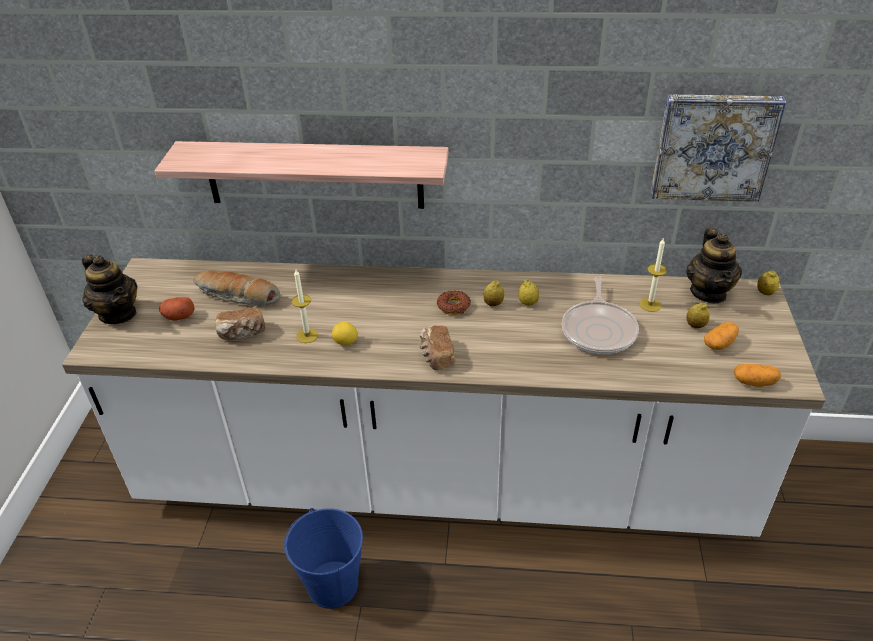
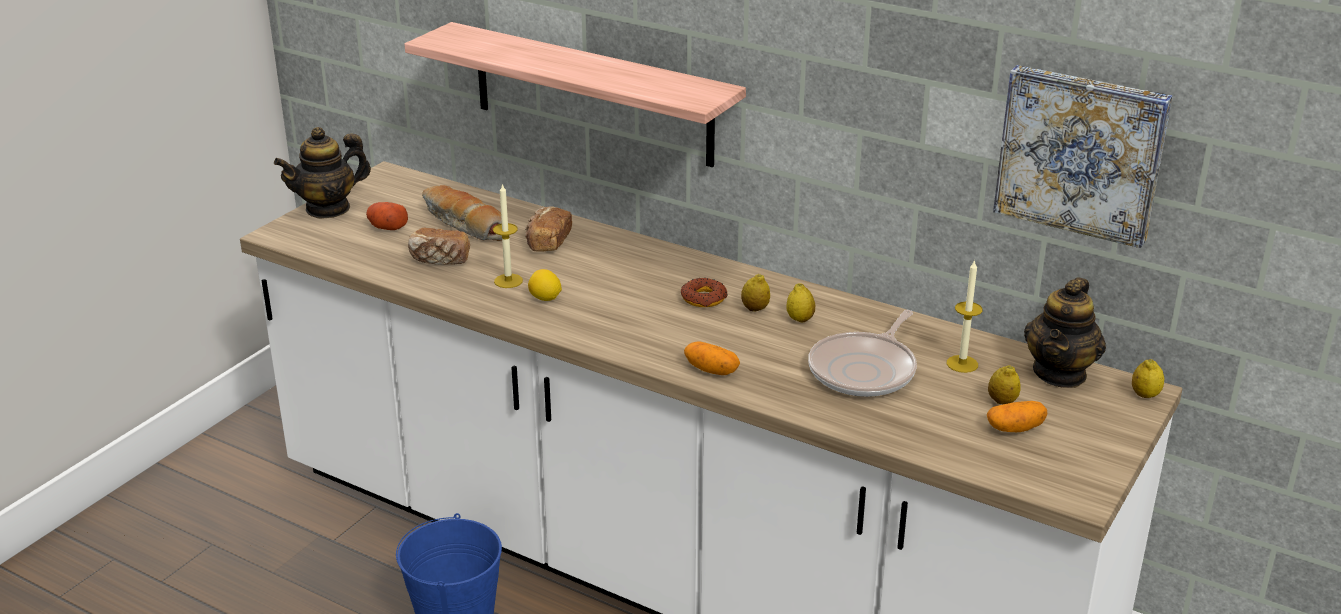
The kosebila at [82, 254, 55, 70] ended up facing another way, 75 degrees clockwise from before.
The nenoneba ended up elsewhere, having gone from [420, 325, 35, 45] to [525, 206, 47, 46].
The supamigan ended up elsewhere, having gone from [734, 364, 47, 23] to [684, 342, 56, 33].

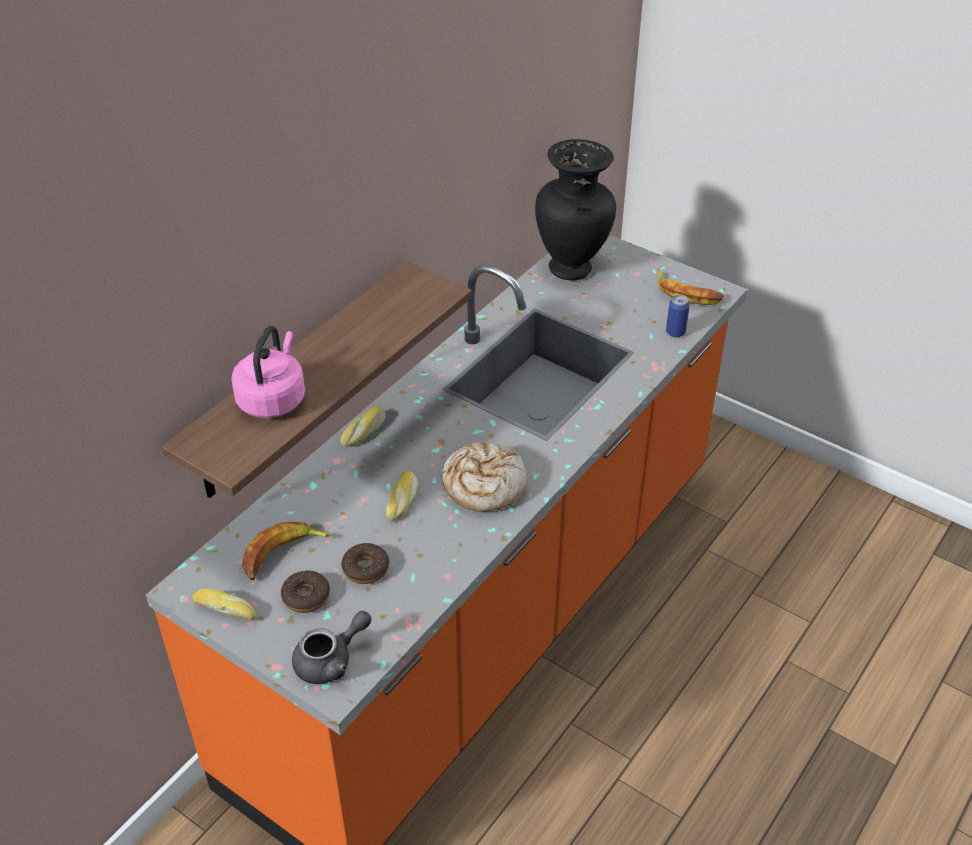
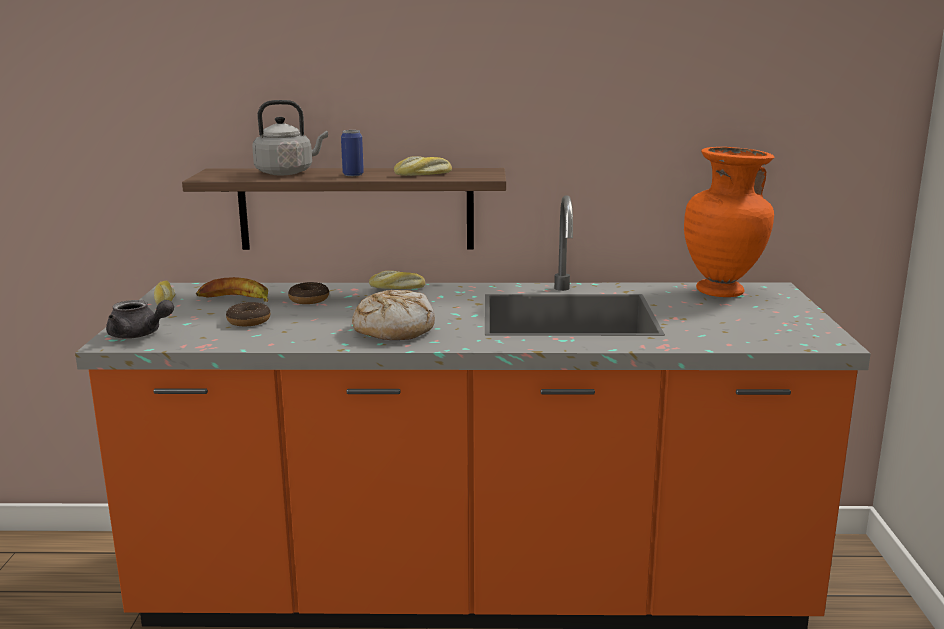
What was the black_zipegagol at [535, 139, 81, 142] turned into the orange_zipegagol at [684, 147, 90, 150].
The second view lost the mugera at [657, 269, 67, 36].
The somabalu ended up elsewhere, having gone from [666, 294, 24, 44] to [341, 130, 23, 46].
What was the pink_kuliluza at [231, 326, 74, 92] turned into the grey_kuliluza at [252, 100, 76, 75].
The nenoneba ended up elsewhere, having gone from [386, 471, 32, 50] to [394, 156, 58, 20].
The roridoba ended up elsewhere, having gone from [281, 571, 49, 42] to [288, 282, 41, 22].

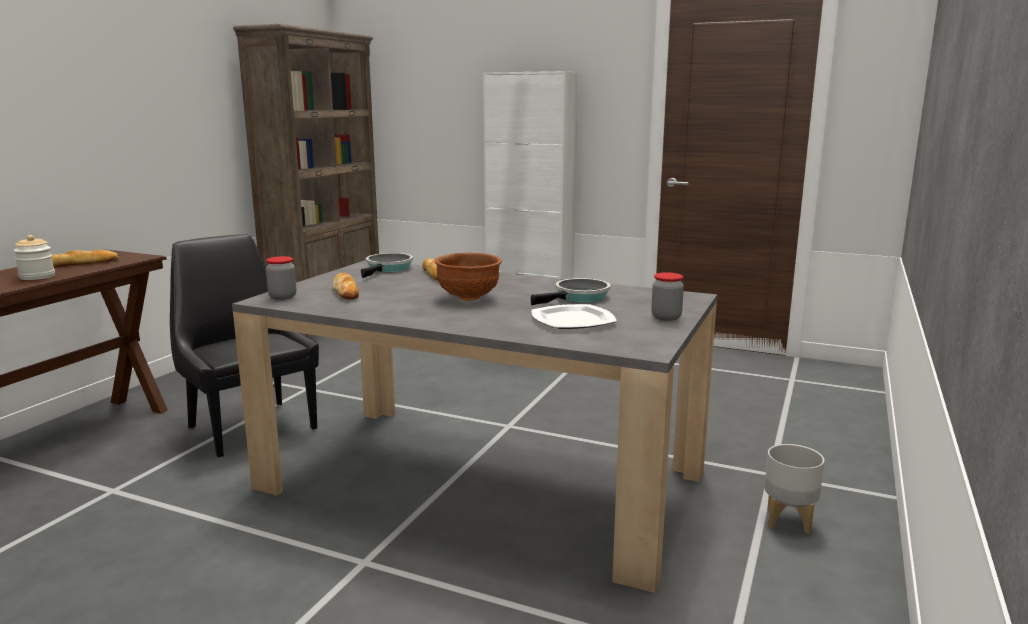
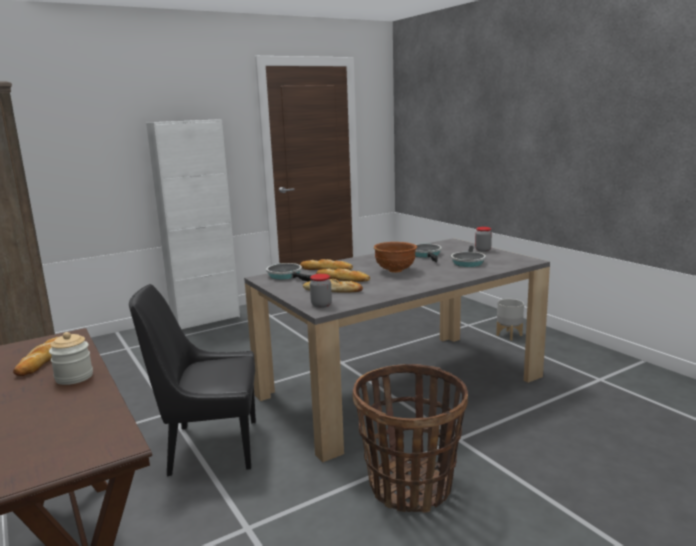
Where the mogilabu stood at [531, 304, 86, 25], the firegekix came to stand at [451, 246, 35, 21].
The second view gained the nenoneba at [316, 268, 54, 14].
The second view gained the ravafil at [353, 364, 115, 149].

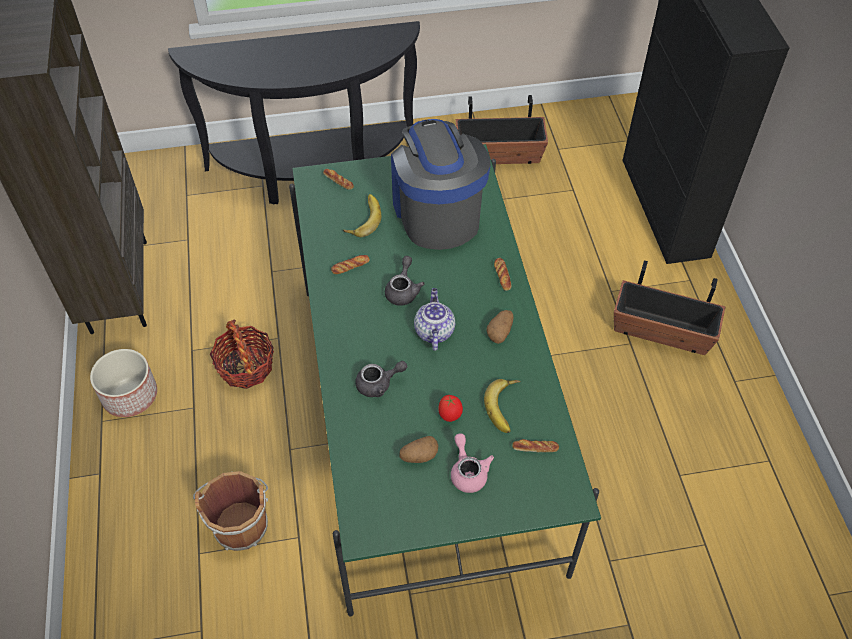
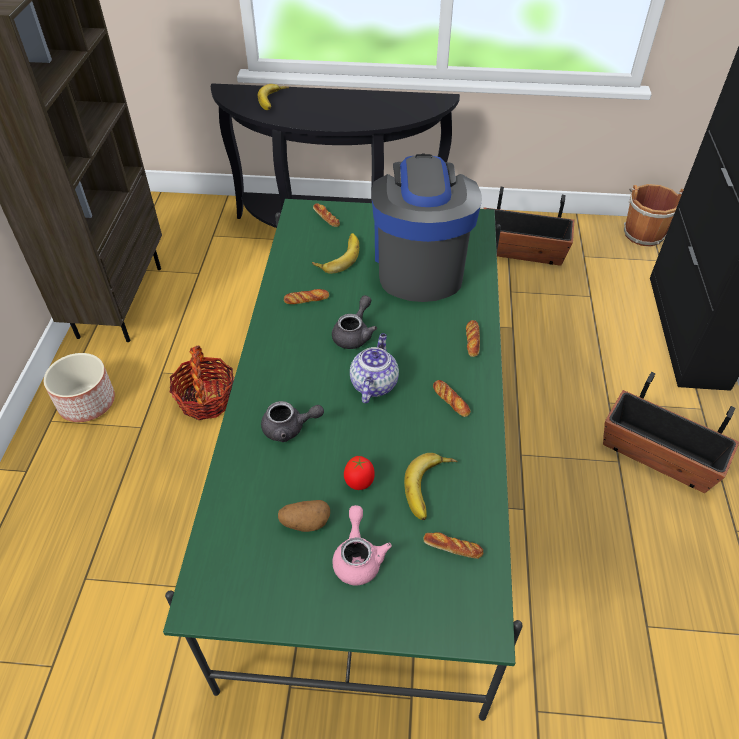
Where the supamigan stood at [486, 310, 27, 34], the nenoneba came to stand at [433, 380, 38, 37].
The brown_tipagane ended up elsewhere, having gone from [193, 471, 75, 80] to [624, 184, 60, 63].
The second view gained the mugera at [258, 84, 31, 26].

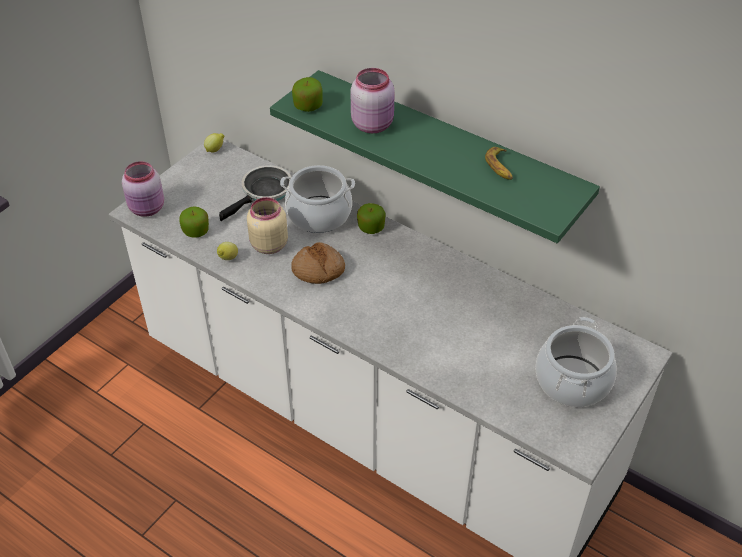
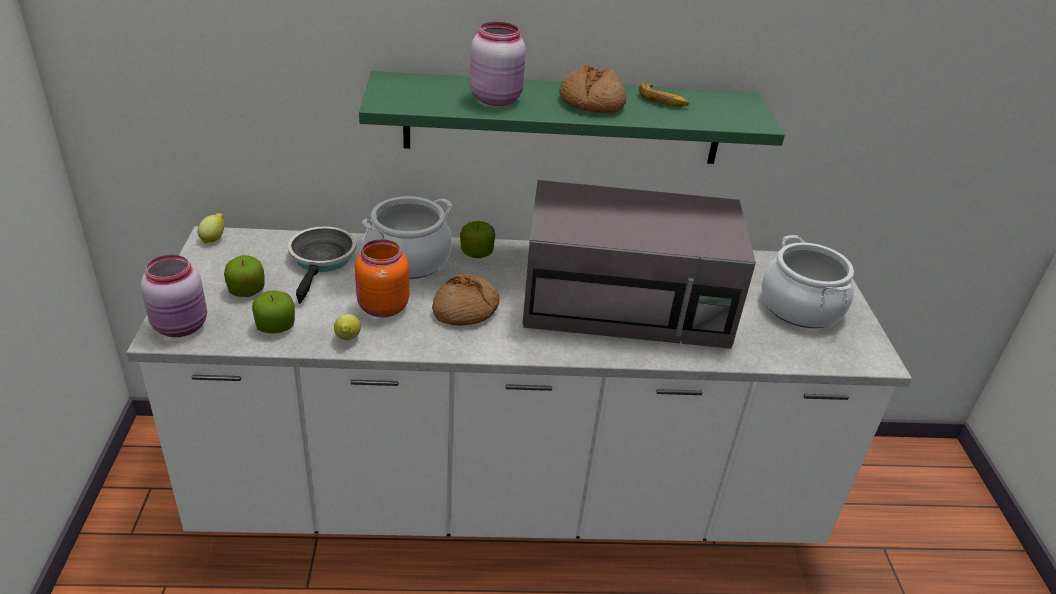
The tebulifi ended up elsewhere, having gone from [292, 77, 31, 35] to [224, 255, 41, 42].
What was the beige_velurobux at [247, 197, 41, 57] turned into the orange_velurobux at [355, 239, 54, 79].
The second view gained the nenoneba at [559, 65, 67, 49].
The second view gained the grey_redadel at [523, 180, 233, 169].

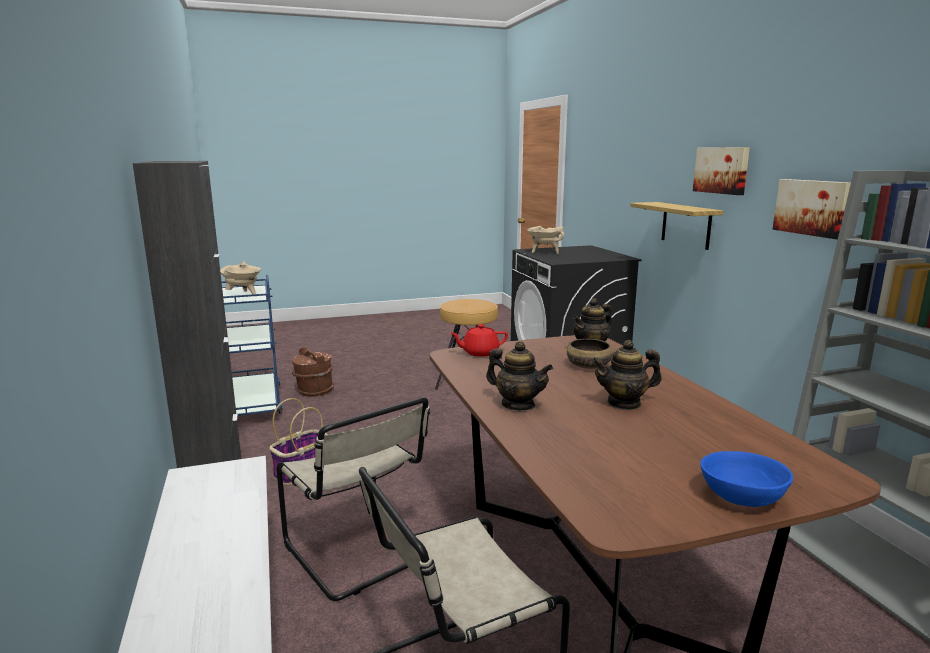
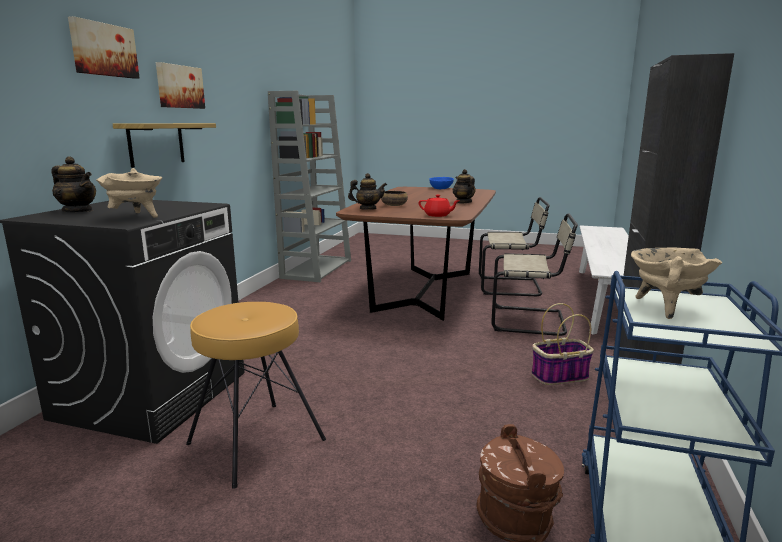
The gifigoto ended up elsewhere, having gone from [772, 179, 79, 61] to [68, 16, 72, 63].
The kosebila ended up elsewhere, having gone from [592, 340, 70, 70] to [52, 156, 44, 56].
The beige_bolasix at [276, 397, 154, 204] ended up facing another way, 105 degrees clockwise from before.

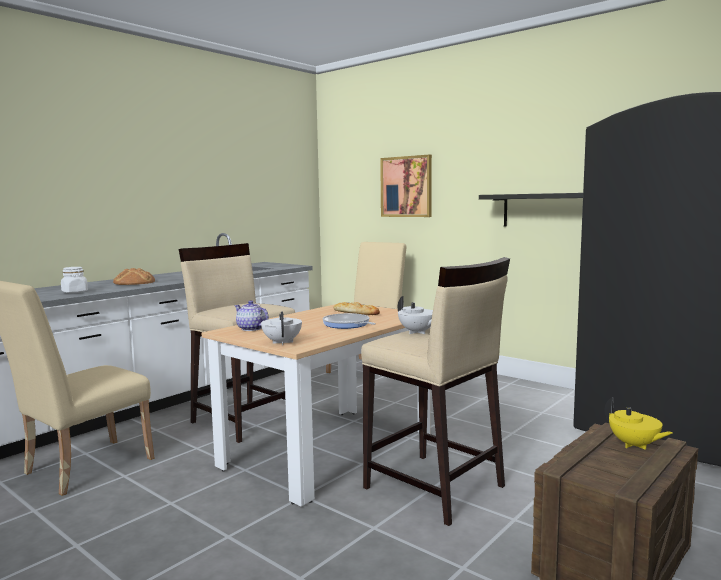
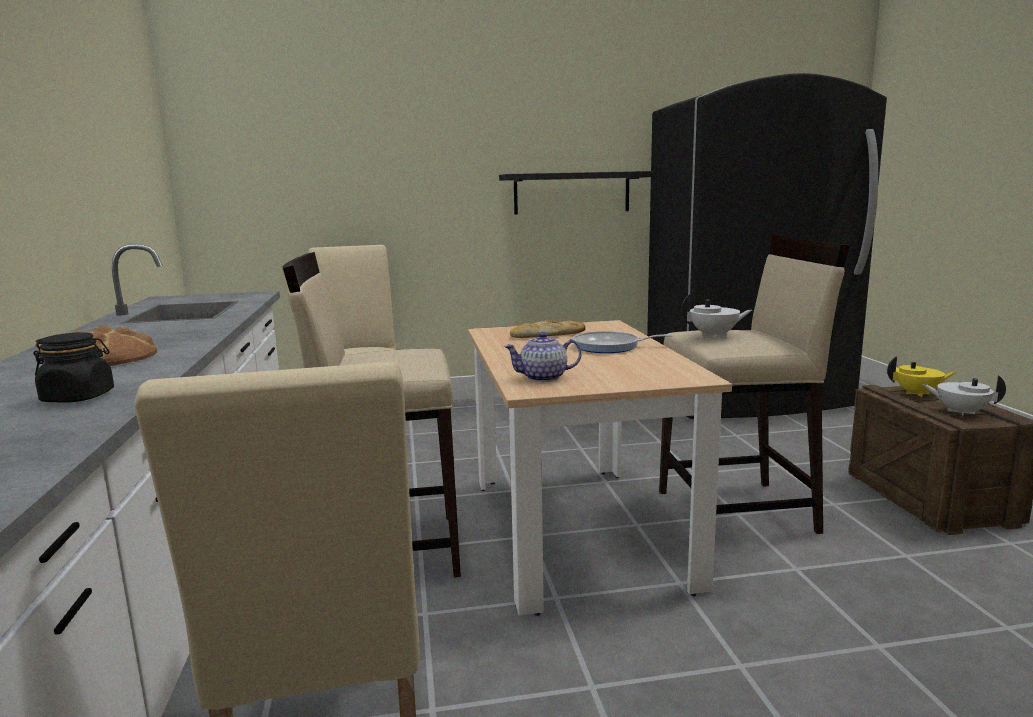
The second view lost the gifigoto at [380, 155, 52, 62].
What was the white_velurobux at [61, 267, 27, 26] turned into the black_velurobux at [33, 332, 81, 71].
The white_kosebila ended up elsewhere, having gone from [261, 311, 41, 34] to [922, 375, 84, 41].

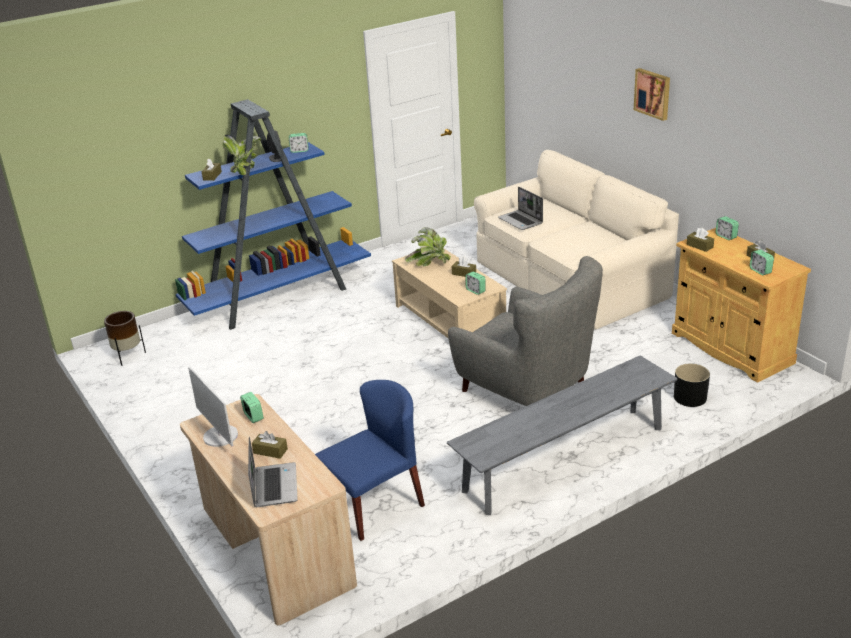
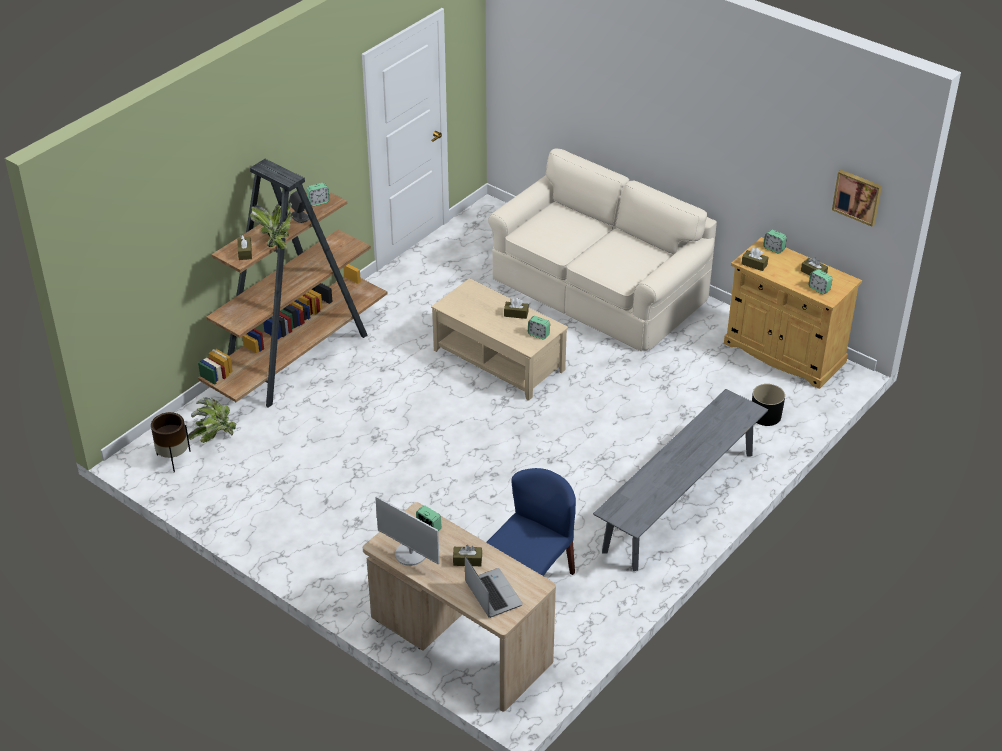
The gifigoto ended up elsewhere, having gone from [634, 68, 36, 53] to [832, 170, 50, 57].
What was the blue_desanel at [175, 99, 196, 231] turned into the brown_desanel at [198, 159, 190, 249].
The second view lost the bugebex at [498, 187, 45, 43].
The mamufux ended up elsewhere, having gone from [405, 227, 46, 39] to [188, 398, 48, 45].
The second view lost the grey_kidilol at [448, 256, 155, 150].

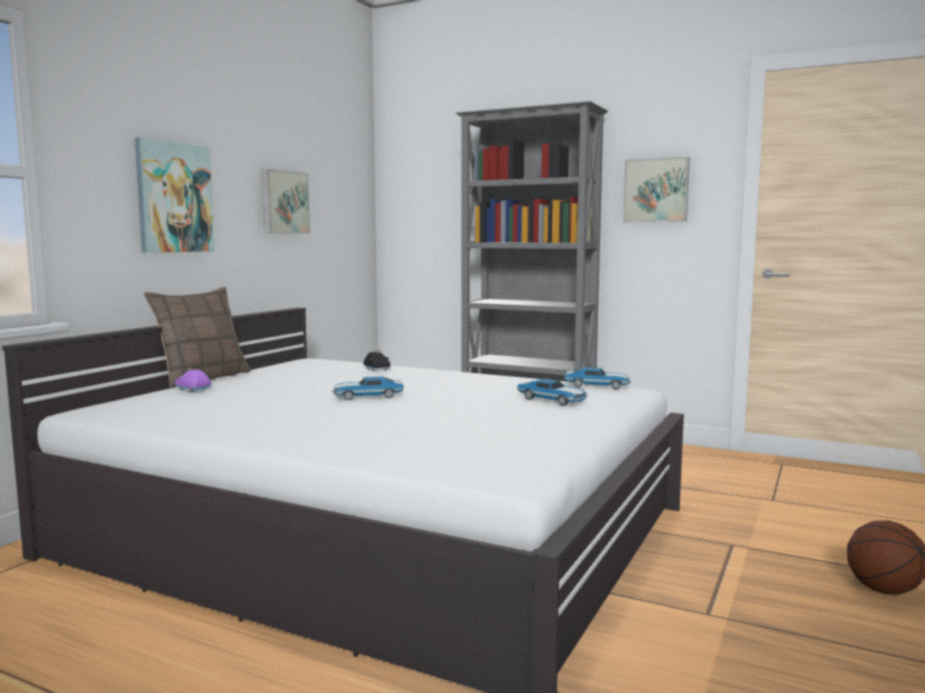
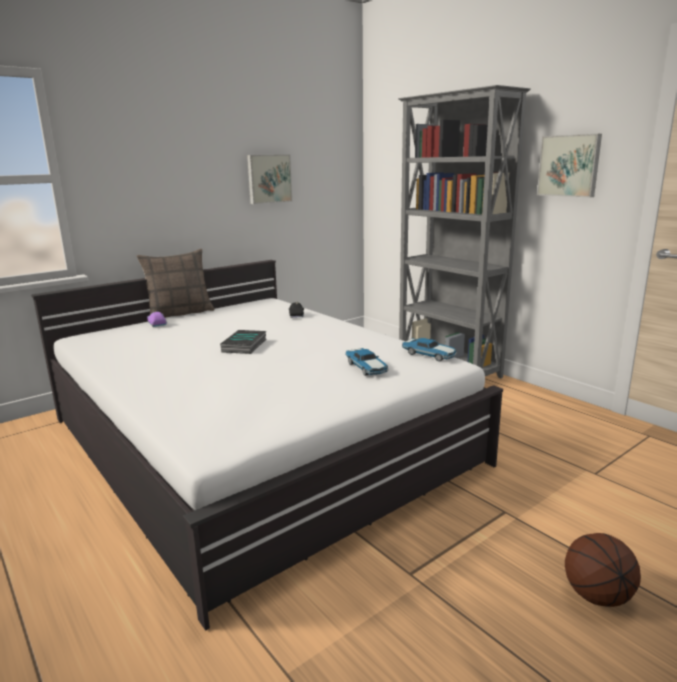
The second view lost the gifigoto at [135, 137, 80, 116].
Where the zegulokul stood at [332, 376, 72, 24], the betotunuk came to stand at [220, 330, 46, 24].

